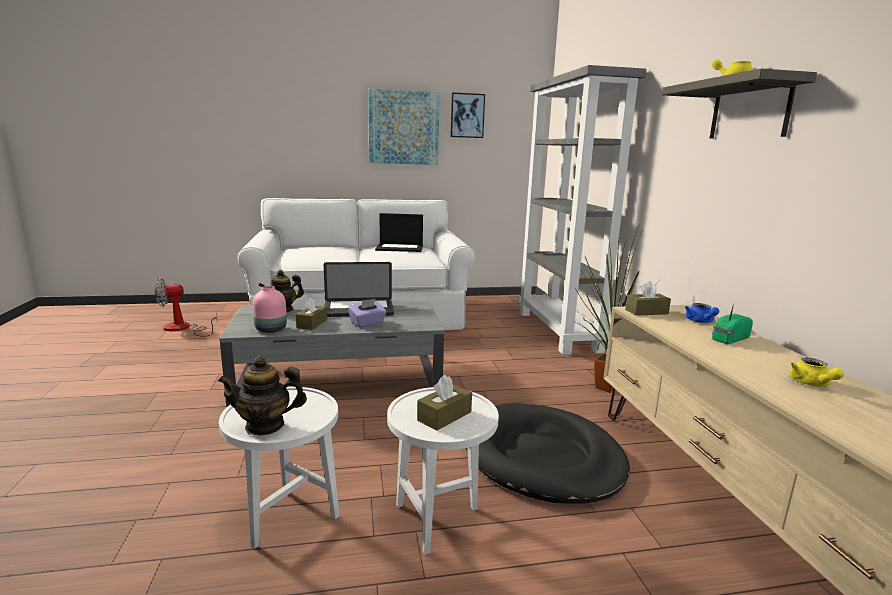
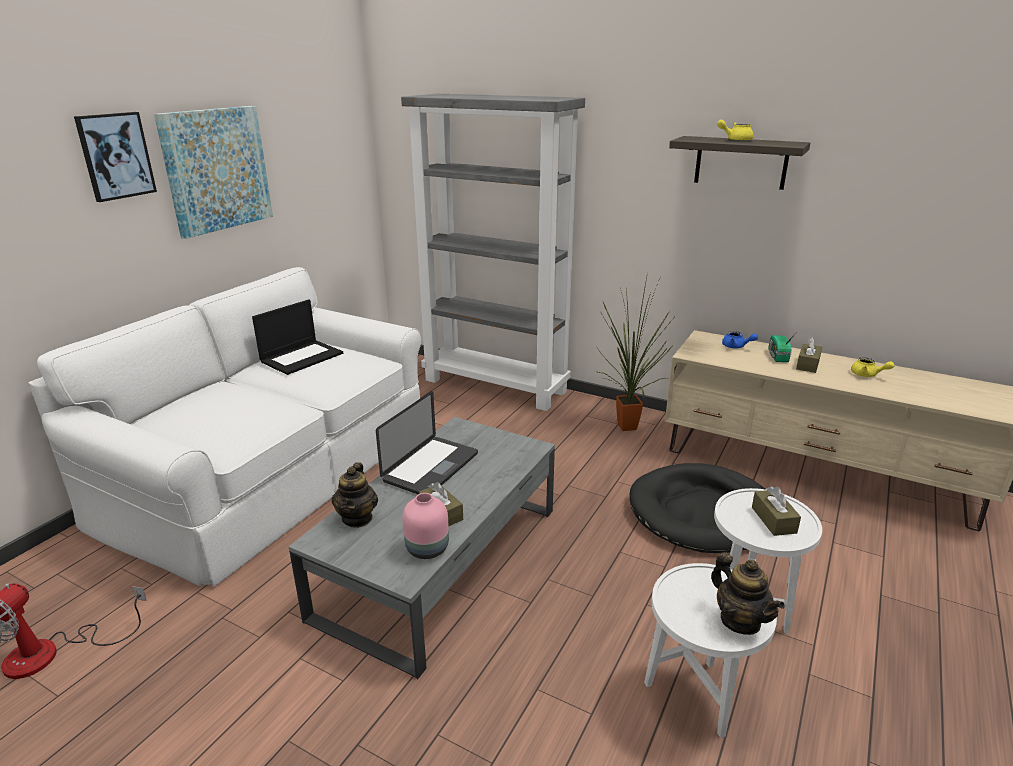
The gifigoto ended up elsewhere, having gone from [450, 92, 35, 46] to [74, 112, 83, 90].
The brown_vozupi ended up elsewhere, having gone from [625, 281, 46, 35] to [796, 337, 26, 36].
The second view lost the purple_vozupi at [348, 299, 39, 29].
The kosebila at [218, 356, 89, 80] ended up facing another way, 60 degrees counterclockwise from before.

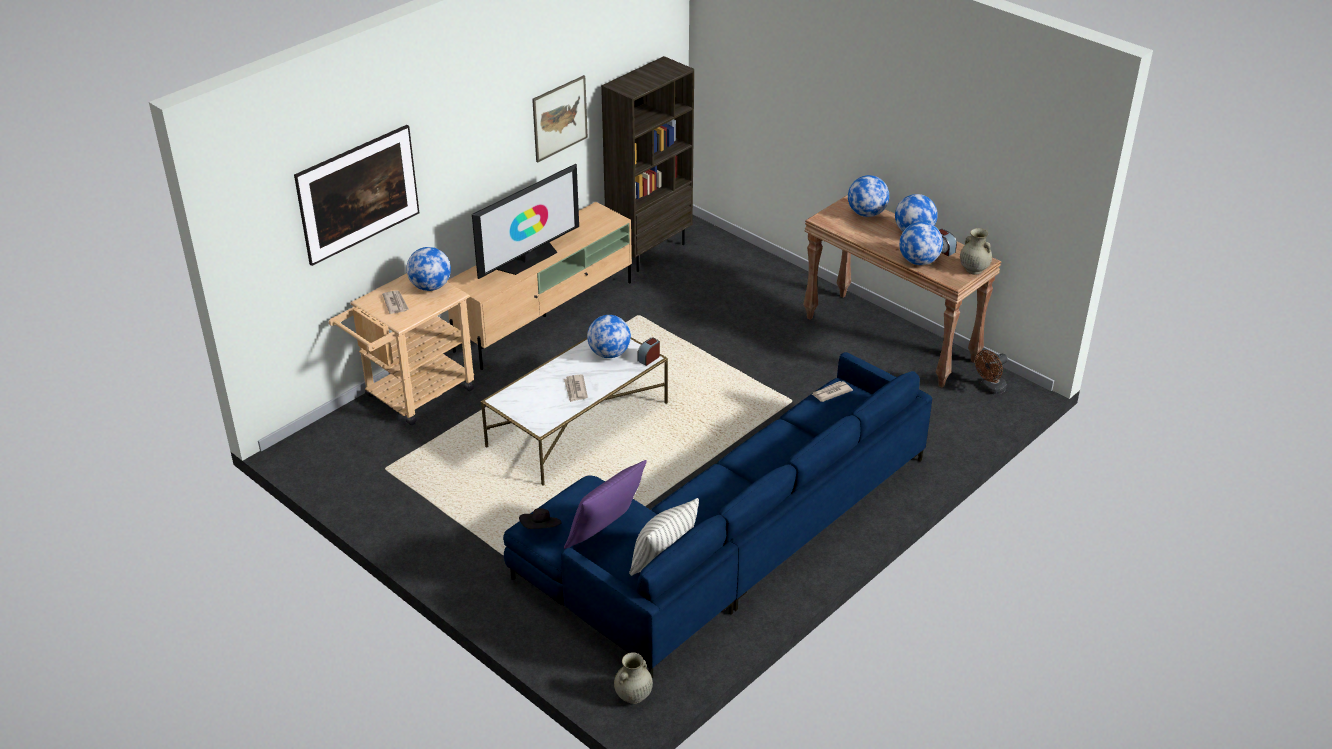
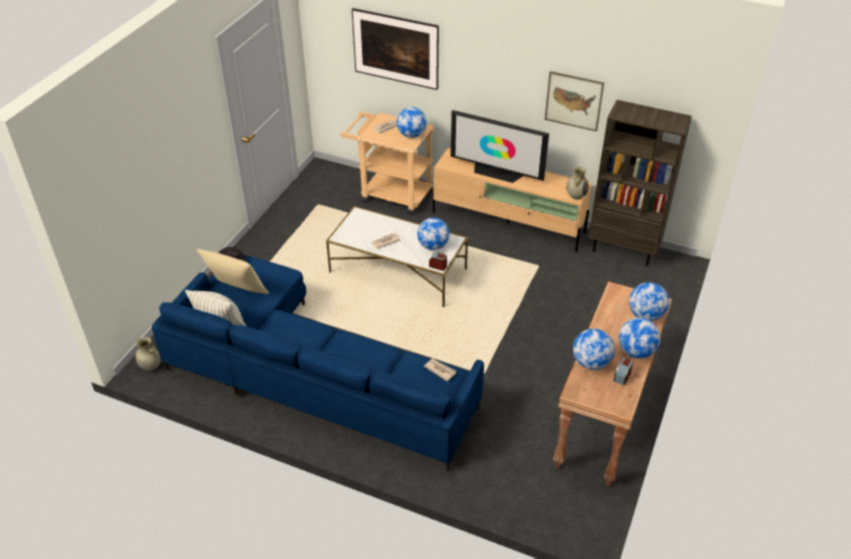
The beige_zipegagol ended up elsewhere, having gone from [960, 228, 32, 47] to [566, 166, 23, 34].
The second view lost the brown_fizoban at [975, 350, 33, 44].
What was the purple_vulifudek at [564, 460, 83, 89] turned into the beige_vulifudek at [197, 249, 72, 45].

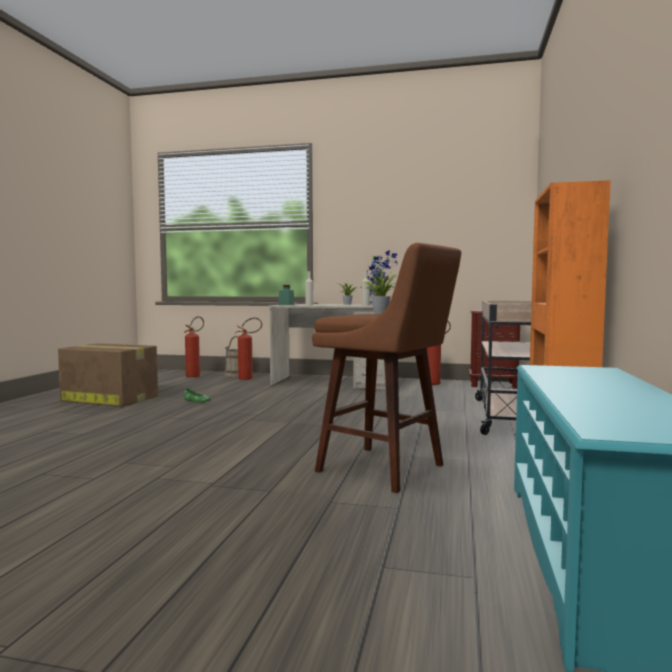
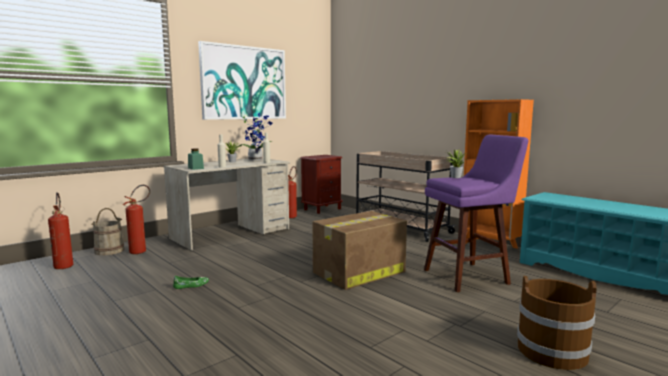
What was the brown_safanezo at [312, 243, 149, 250] turned into the purple_safanezo at [424, 135, 105, 157].
The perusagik ended up elsewhere, having gone from [58, 343, 100, 64] to [312, 211, 95, 79].
The second view gained the gifigoto at [198, 41, 88, 79].
The second view gained the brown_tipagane at [517, 276, 80, 94].

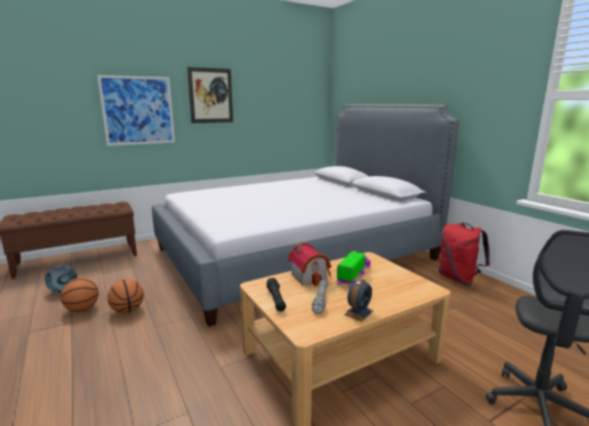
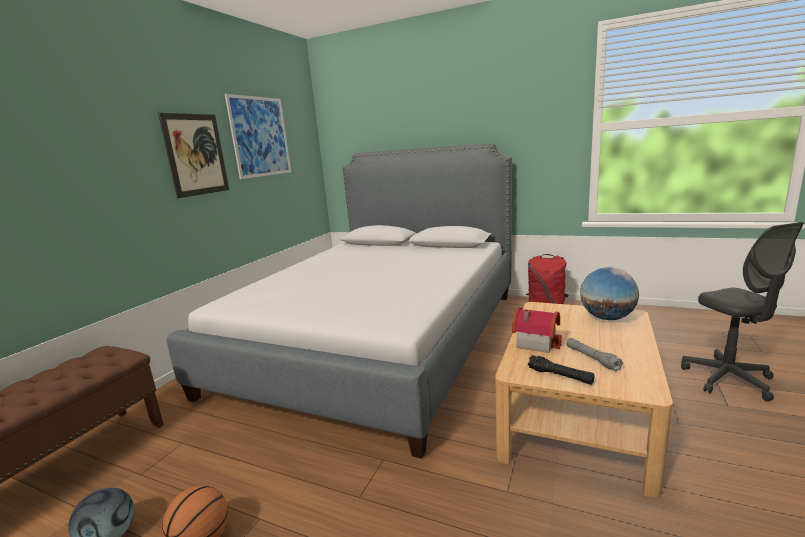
The gifigoto ended up elsewhere, having gone from [97, 75, 78, 71] to [225, 94, 66, 85].
The second view lost the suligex at [336, 251, 35, 36].
The second view lost the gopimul at [107, 279, 37, 34].
The second view lost the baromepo at [344, 279, 29, 43].
The second view gained the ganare at [580, 267, 59, 53].

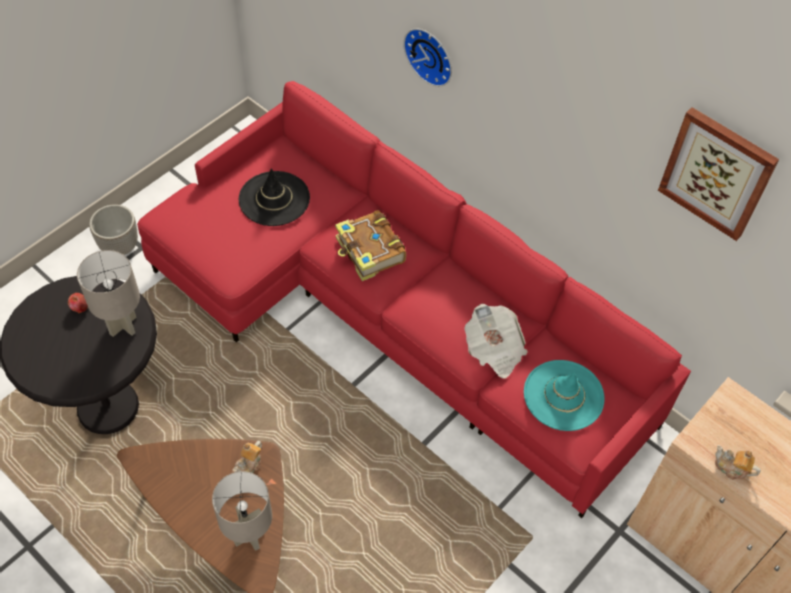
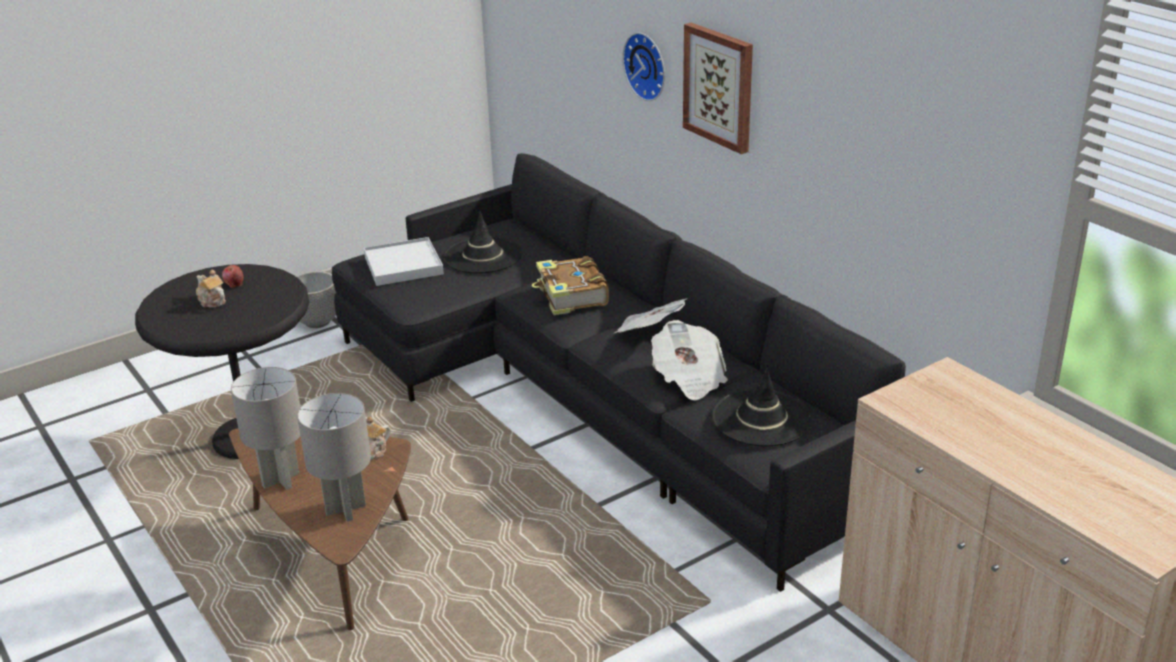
What was the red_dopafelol at [137, 81, 554, 437] turned into the black_dopafelol at [332, 153, 574, 439].
The gifigoto ended up elsewhere, having gone from [658, 107, 121, 134] to [683, 23, 70, 131].
The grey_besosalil ended up elsewhere, having gone from [77, 250, 63, 87] to [231, 367, 69, 123].
What was the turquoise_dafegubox at [524, 360, 81, 71] turned into the black_dafegubox at [711, 368, 101, 78].
The kosebila ended up elsewhere, having gone from [715, 445, 46, 35] to [196, 269, 30, 39].
The second view gained the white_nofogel at [364, 237, 80, 49].
The second view gained the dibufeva at [613, 298, 75, 36].

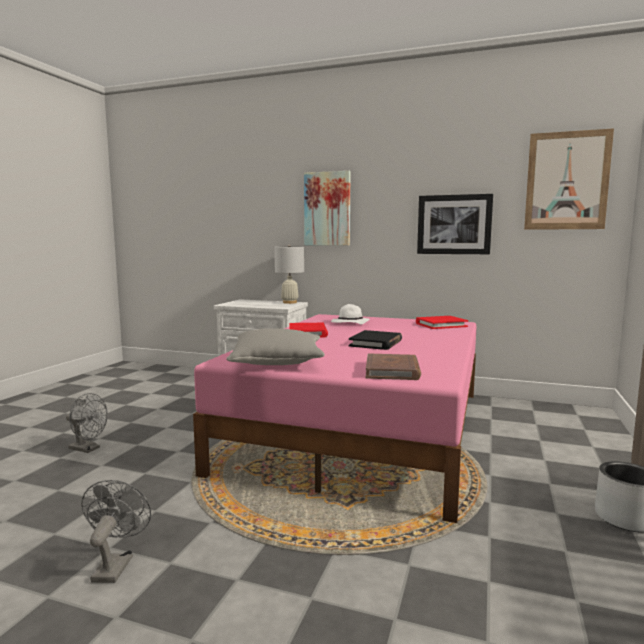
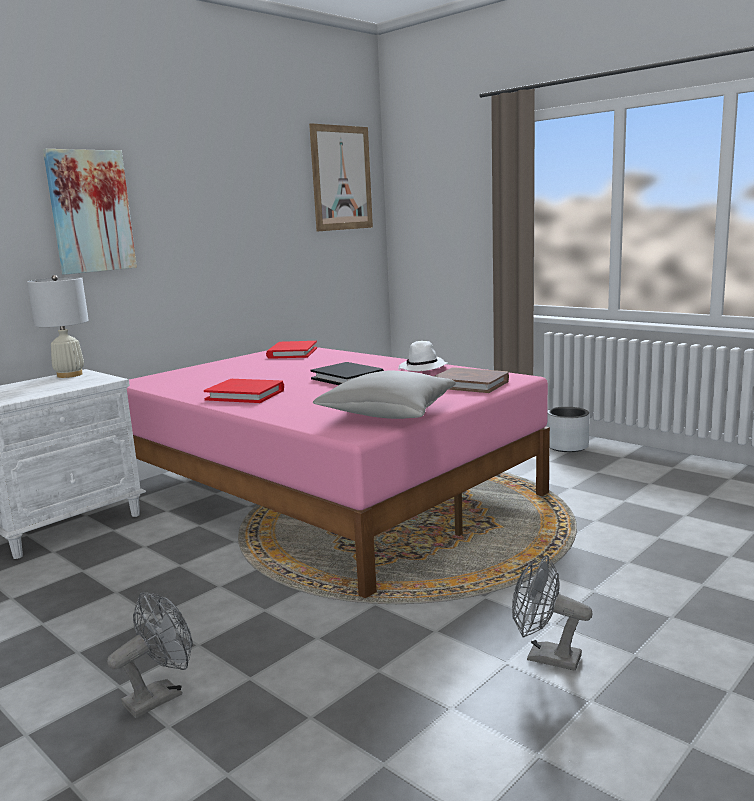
The second view lost the gifigoto at [417, 194, 76, 60].
The white_dafegubox ended up elsewhere, having gone from [331, 304, 39, 21] to [398, 341, 50, 30].

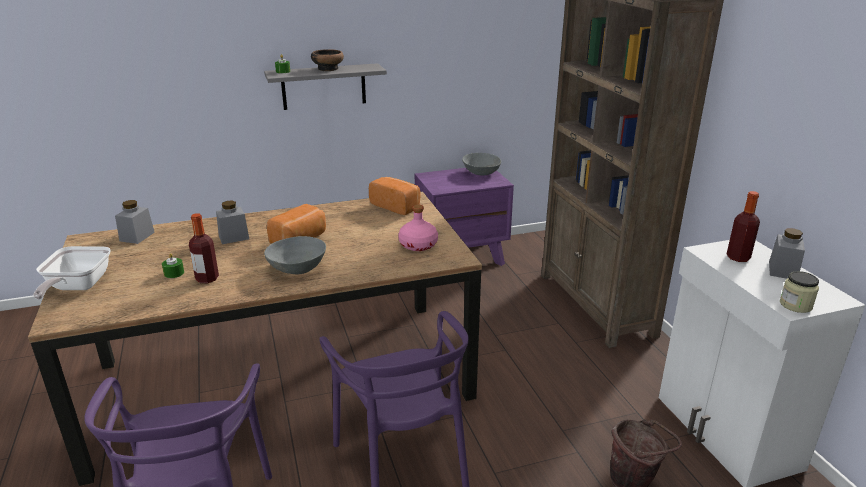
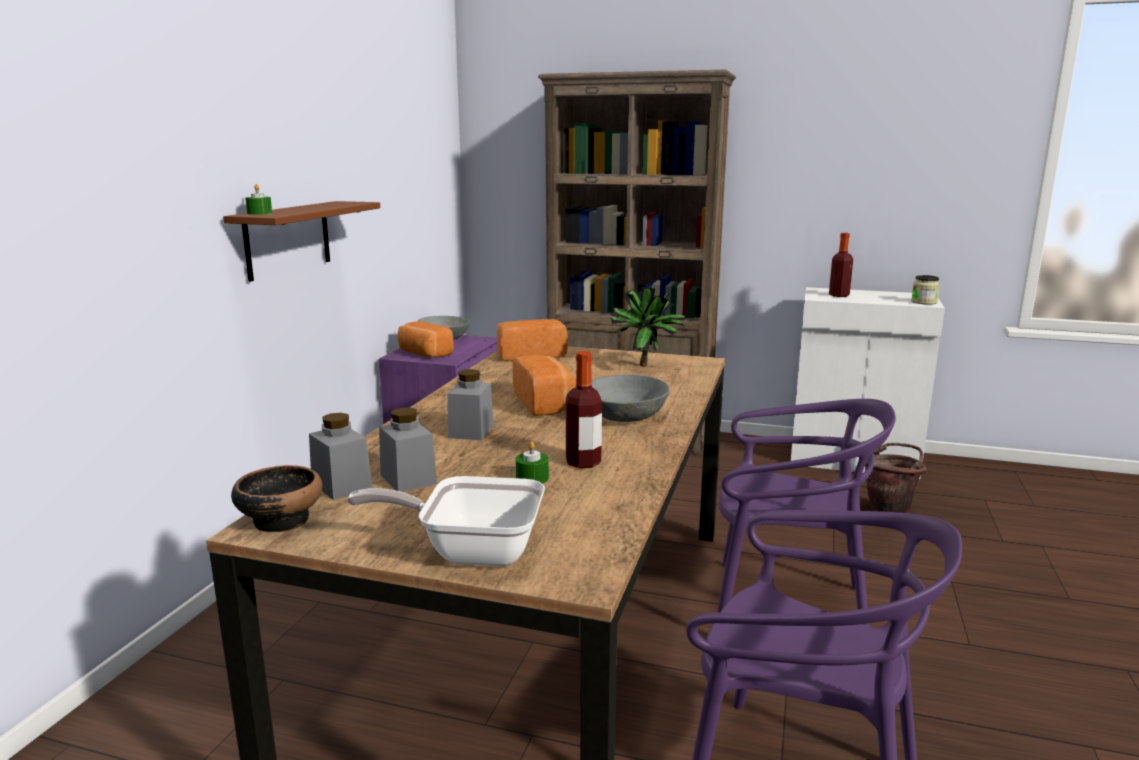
The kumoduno ended up elsewhere, having gone from [311, 49, 33, 22] to [231, 465, 92, 67].
What was the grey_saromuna at [264, 63, 123, 47] turned into the brown_saromuna at [223, 201, 157, 81].
Where the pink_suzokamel stood at [398, 204, 40, 47], the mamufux came to stand at [611, 286, 76, 81].
The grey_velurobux ended up elsewhere, having gone from [769, 228, 36, 51] to [379, 407, 58, 85].
The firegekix at [33, 246, 78, 53] ended up facing another way, 150 degrees clockwise from before.
The second view gained the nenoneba at [398, 321, 56, 37].

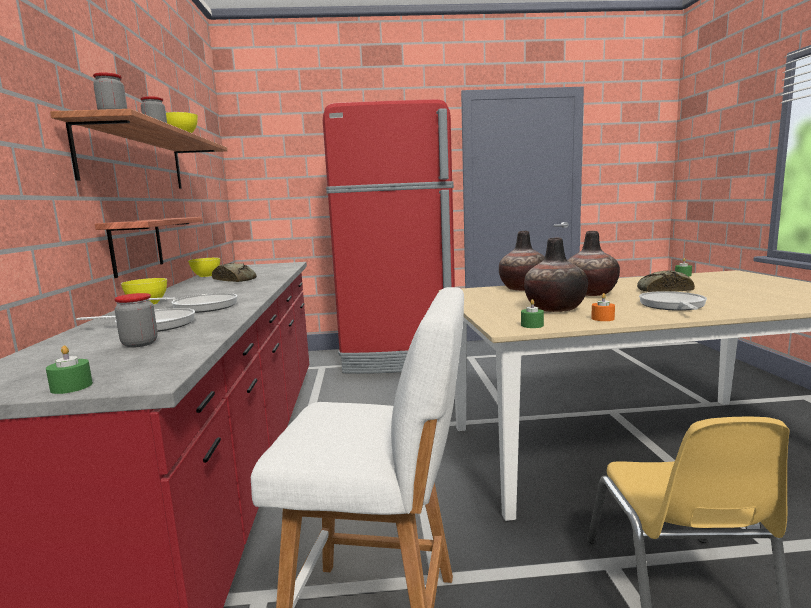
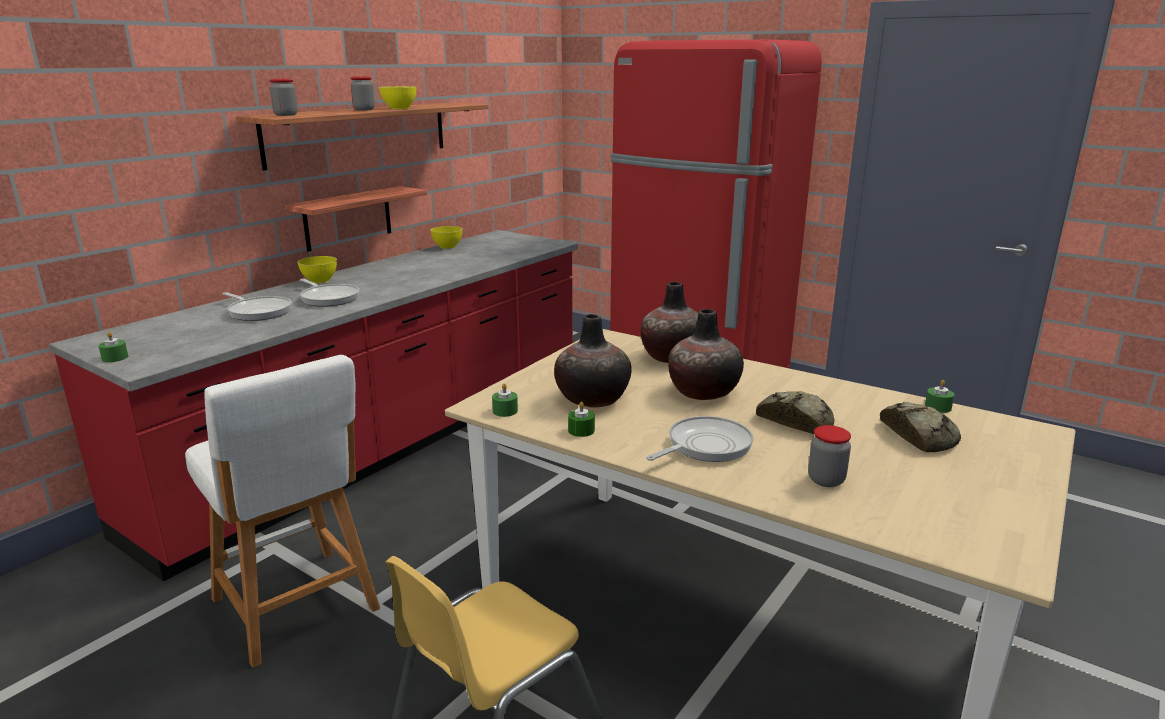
The nenoneba ended up elsewhere, having gone from [212, 263, 45, 19] to [880, 402, 81, 50].
The velurobux ended up elsewhere, having gone from [114, 293, 44, 55] to [808, 425, 43, 62].
What was the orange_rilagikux at [591, 293, 24, 28] turned into the green_rilagikux at [568, 402, 27, 35].

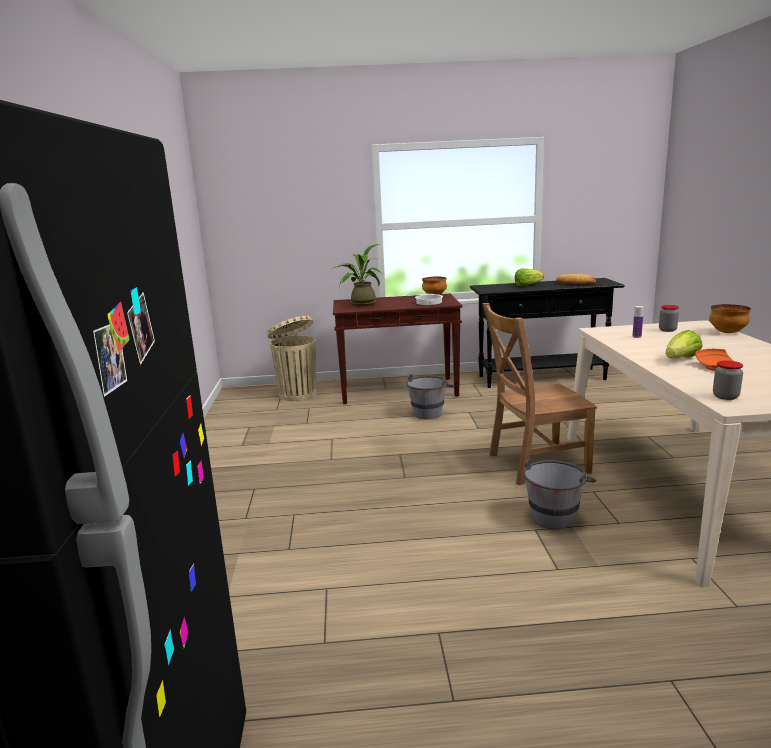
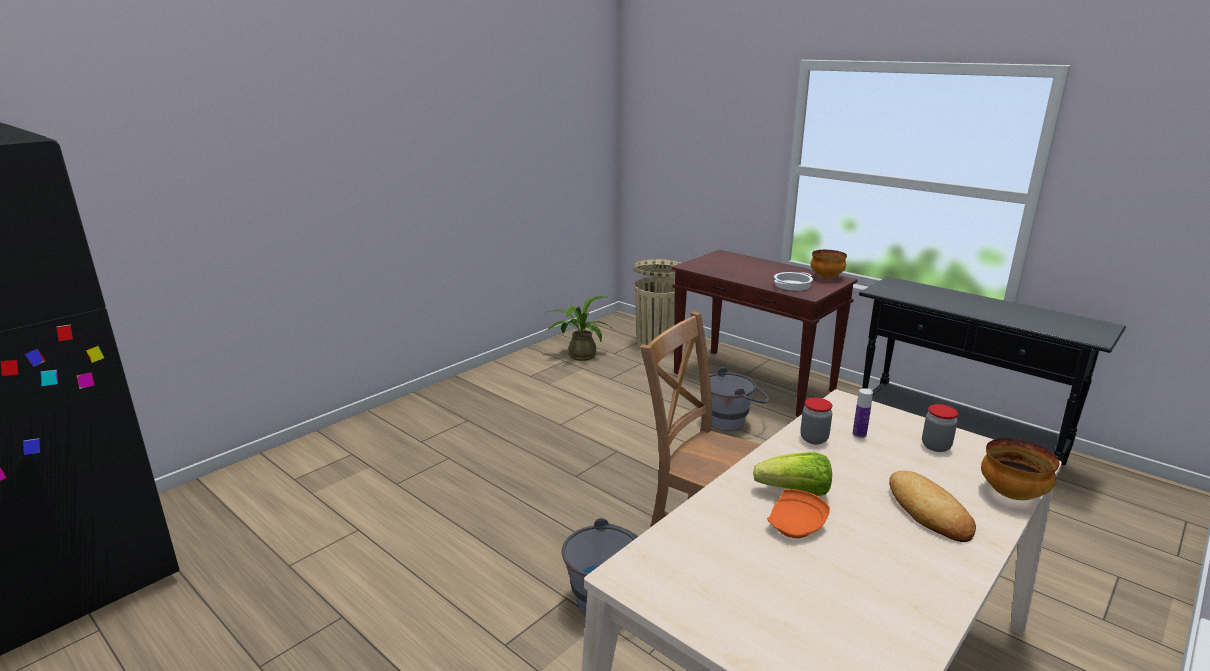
The mamufux ended up elsewhere, having gone from [332, 244, 49, 62] to [546, 296, 68, 65].
The second view lost the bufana at [515, 269, 29, 17].
The nenoneba ended up elsewhere, having gone from [556, 273, 40, 12] to [889, 471, 87, 71].
The velurobux ended up elsewhere, having gone from [713, 360, 30, 40] to [800, 398, 32, 46].

